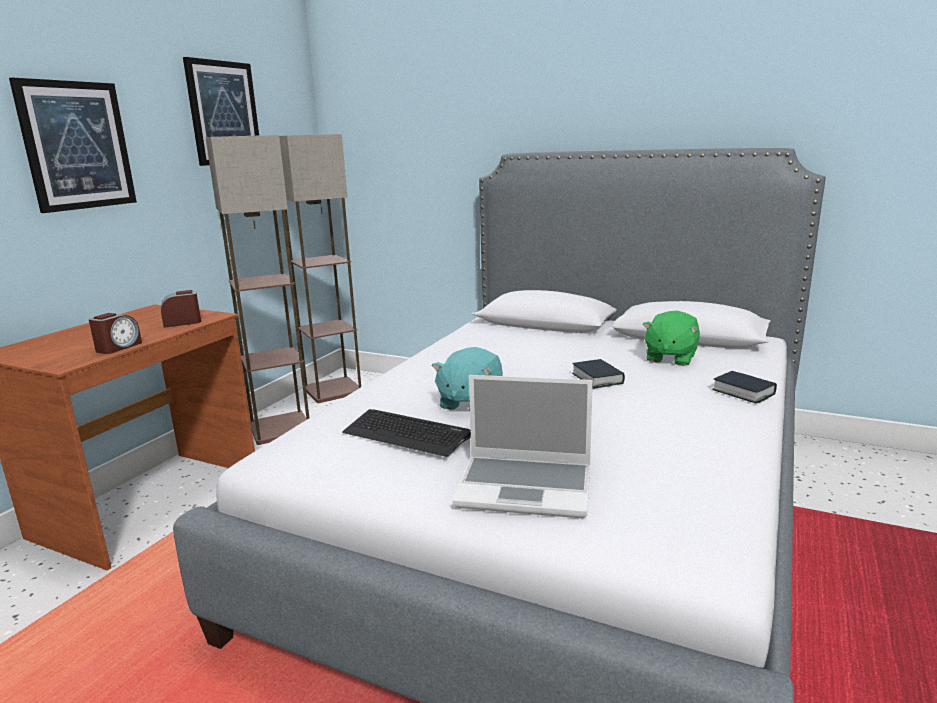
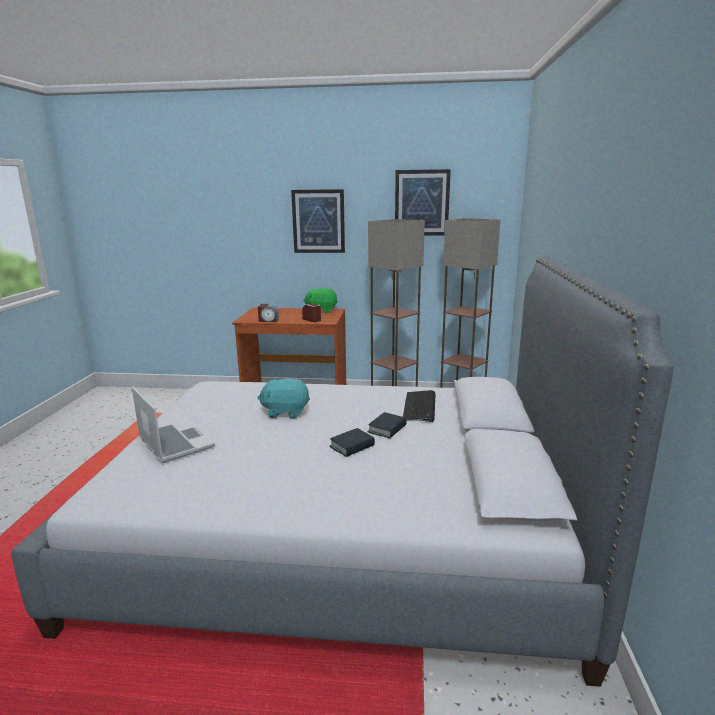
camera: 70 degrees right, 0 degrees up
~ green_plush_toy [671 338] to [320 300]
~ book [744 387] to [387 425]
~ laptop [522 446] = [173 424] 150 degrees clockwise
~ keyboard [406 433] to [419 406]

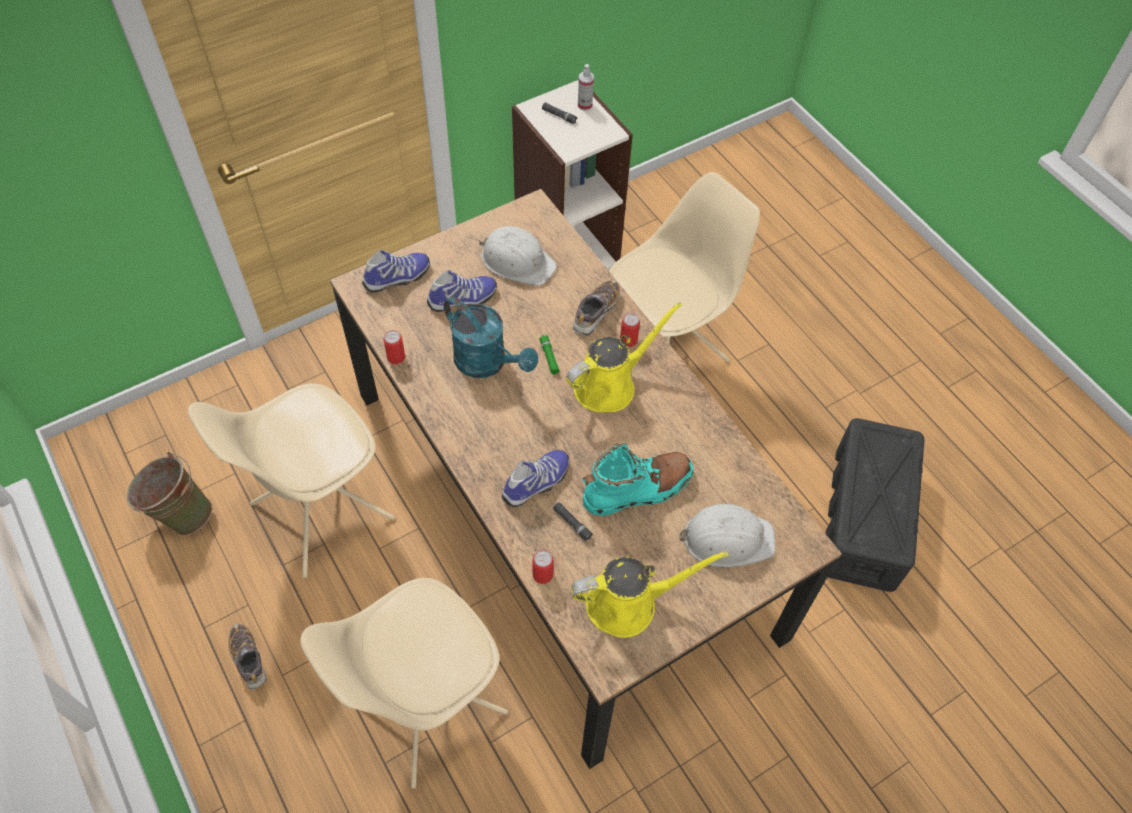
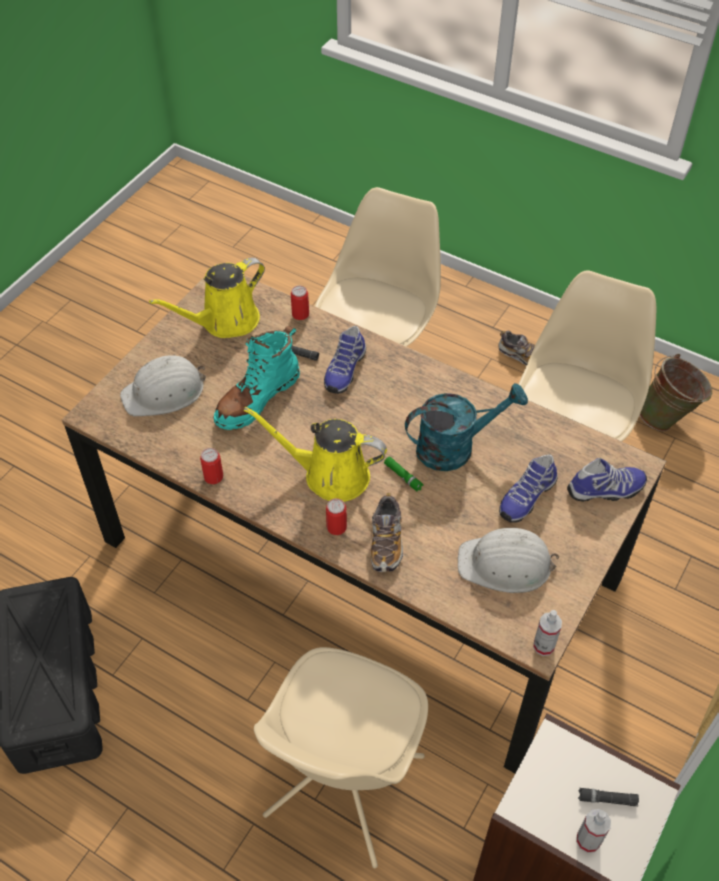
camera: 155 degrees right, 5 degrees down
~ shoe [396 271] = [607 479] 135 degrees counterclockwise
~ turquoise_watering_can [491 337] = [466 427] 150 degrees clockwise
~ yellow_watering_can [624 357] = [315 454] 75 degrees clockwise
~ can [394 347] to [211 466]
+ spray_bottle [547 633]

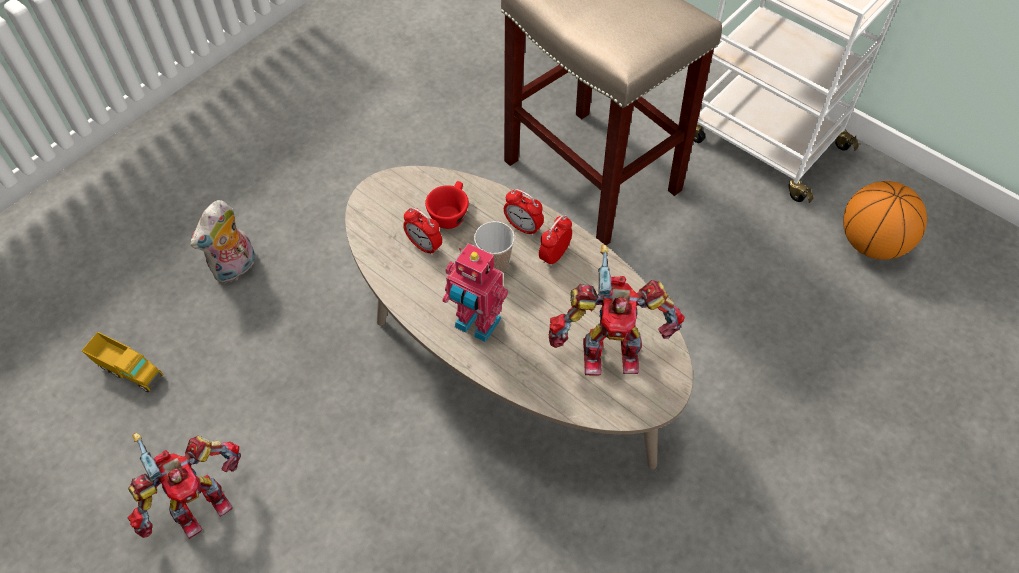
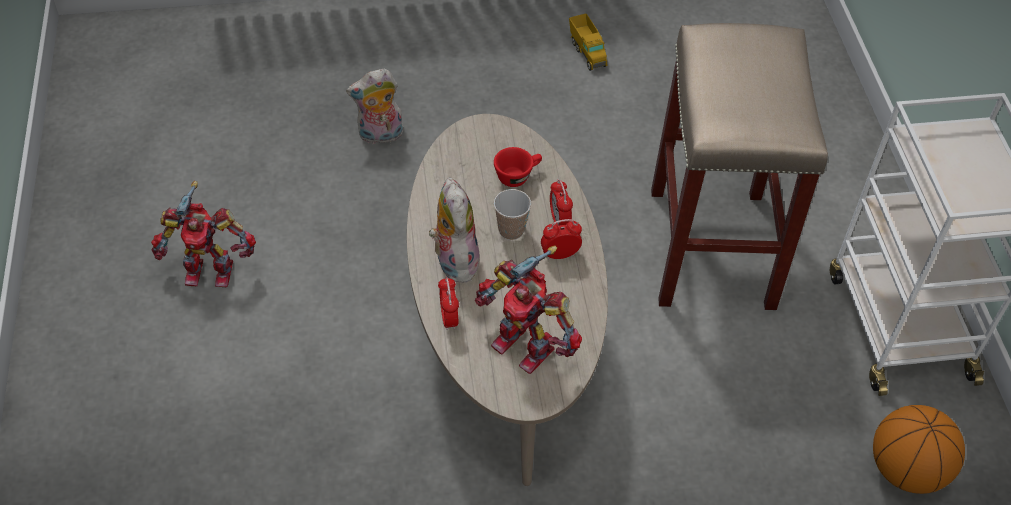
camera: 40 degrees right, 5 degrees down
~ alarm_clock [422 232] to [448 303]
~ toy_robot [475 292] to plush_toy [454 230]
~ toy_truck [122 362] to [588 42]

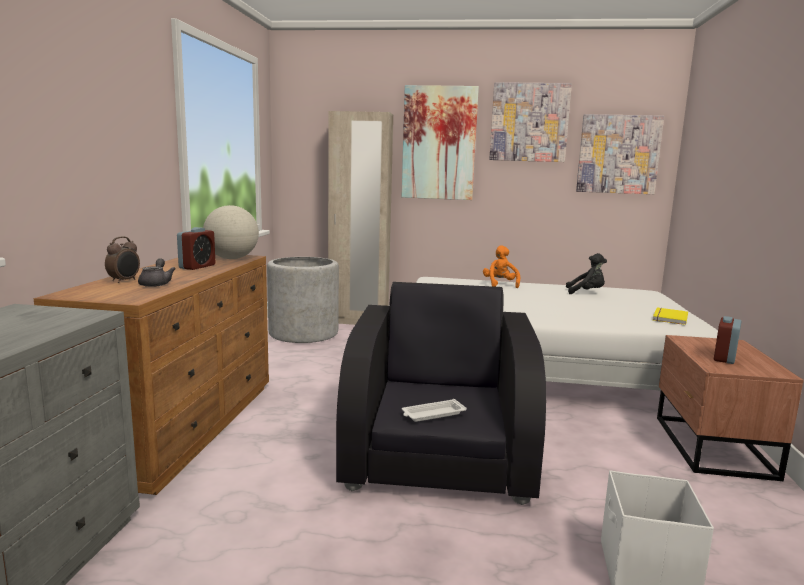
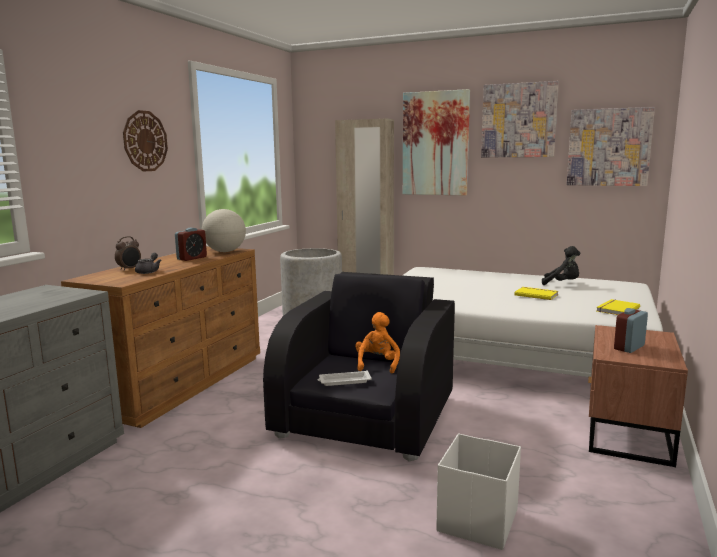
camera: 15 degrees right, 0 degrees up
~ orange_plush_toy [501 266] to [377 342]
+ wall_clock [145 141]
+ yellow_book [536 293]

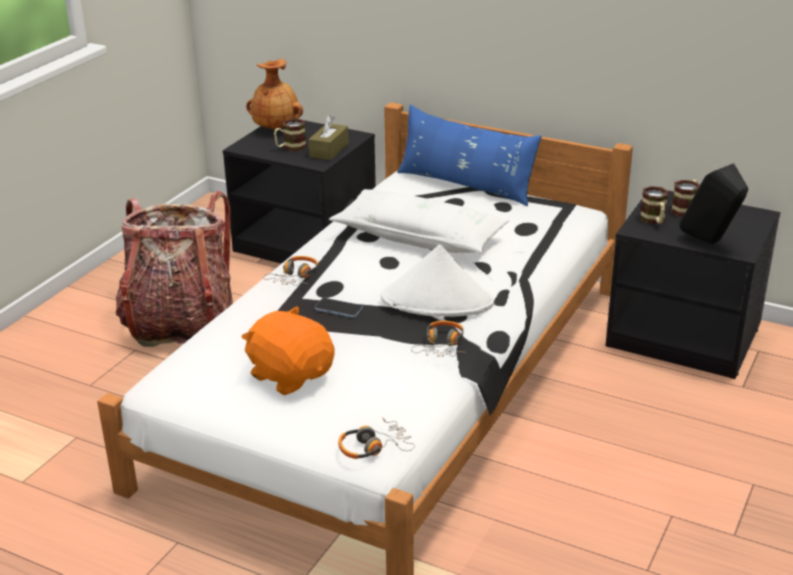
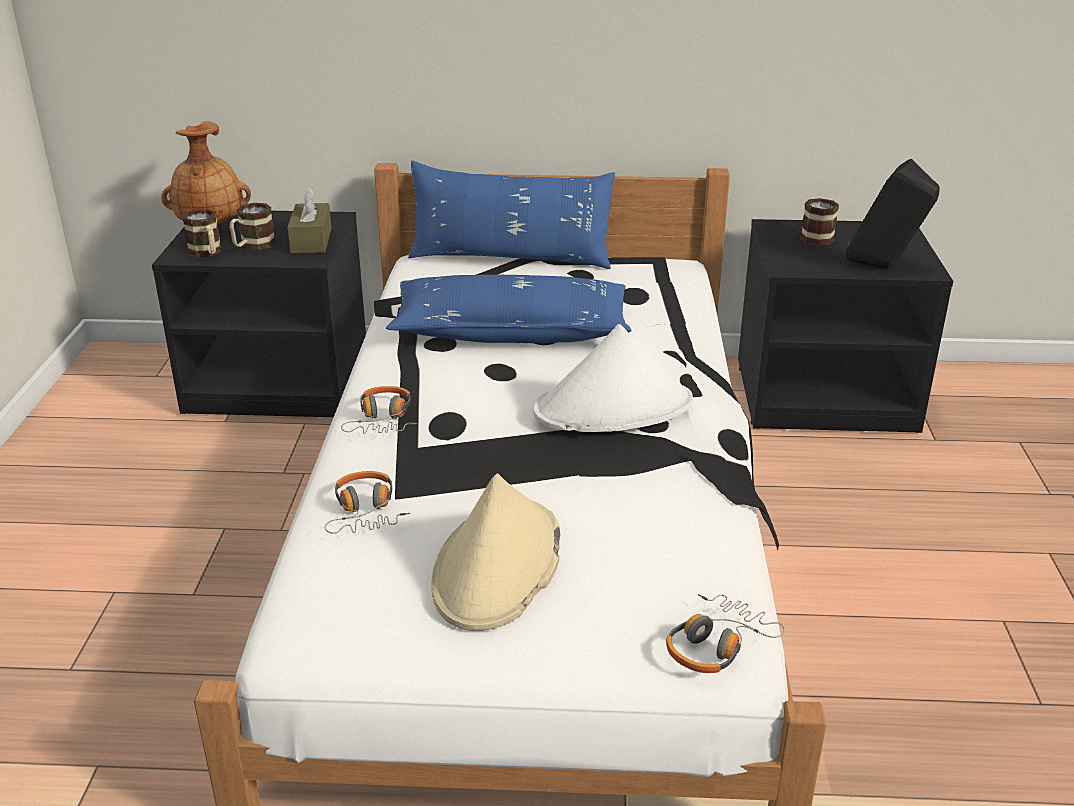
camera: 25 degrees left, 0 degrees up
~ mug [654 205] to [202 233]
~ white_pillow [419 221] to blue_pillow [509 309]
- backpack [174 269]
- phone [339 307]
~ orange_plush_toy [287 350] to beige_hat [495 552]
~ headphones [438 339] to [367 502]

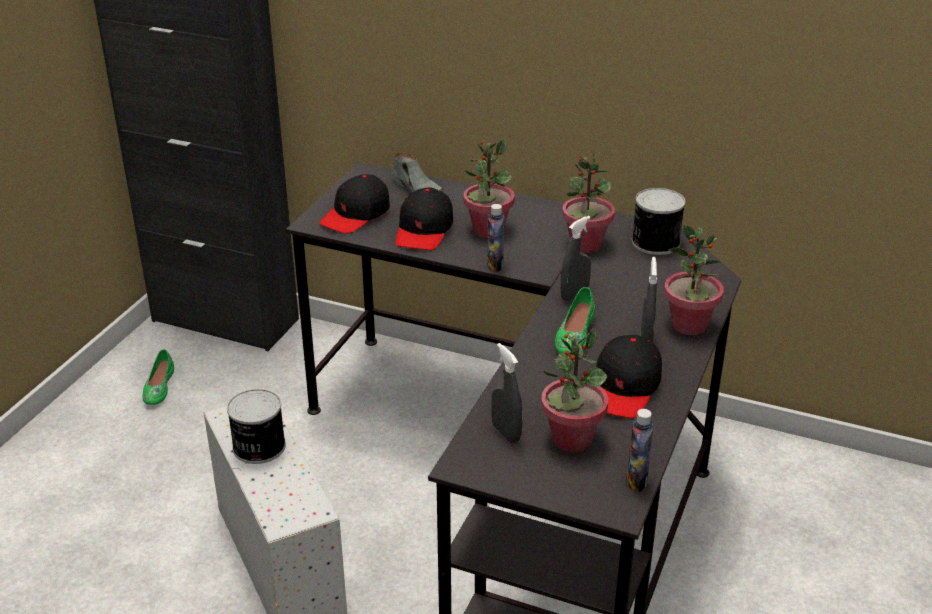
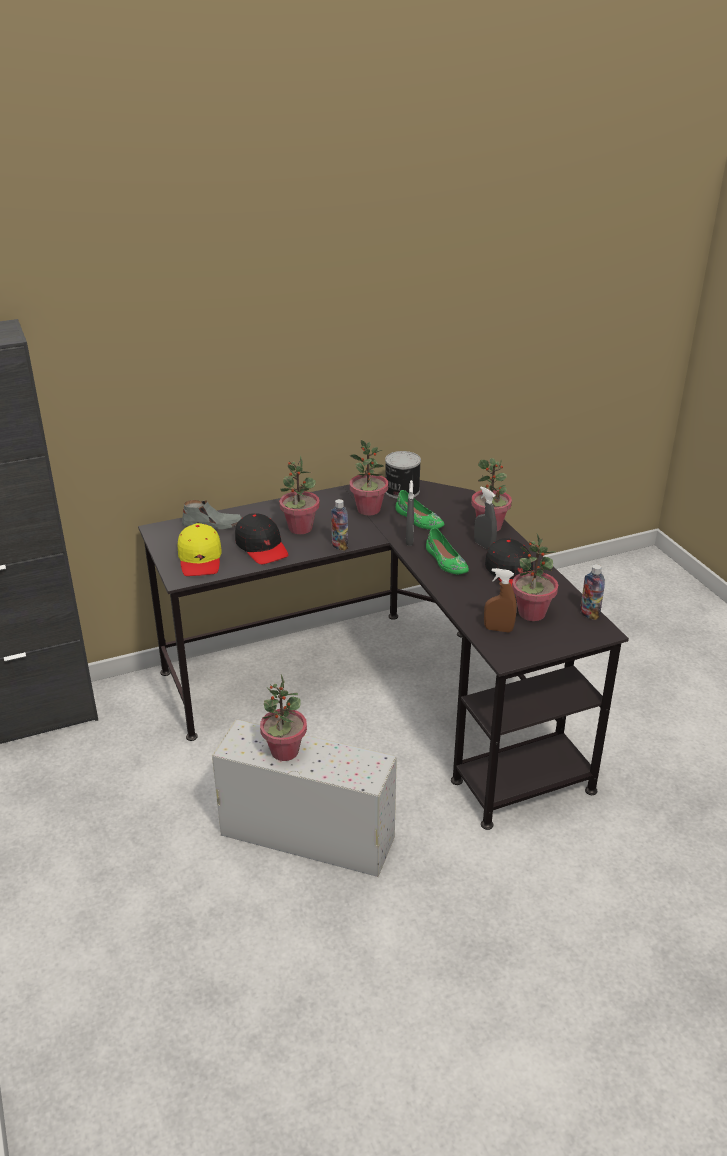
camera: 45 degrees left, 0 degrees up
~ black_cap [355 204] to yellow_cap [200 549]
~ grey_spray_bottle [506 393] to brown_spray_bottle [500 600]
~ green_shoe [158 377] to [420 509]
~ can [256 426] to potted_plant [283 718]

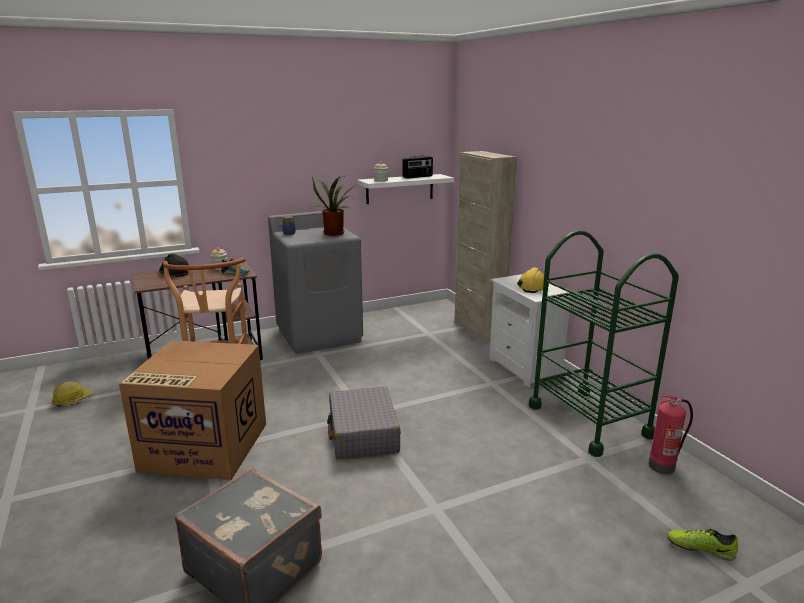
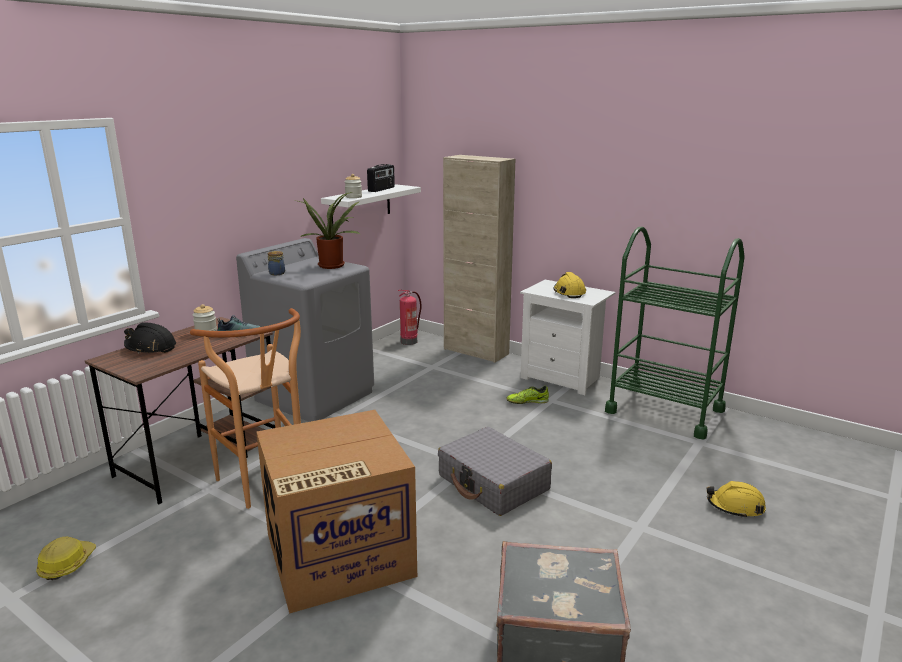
camera: 30 degrees left, 0 degrees up
~ fire_extinguisher [670 434] to [410 317]
~ shoe [702 544] to [527 394]
+ yellow_hard_hat [736 499]

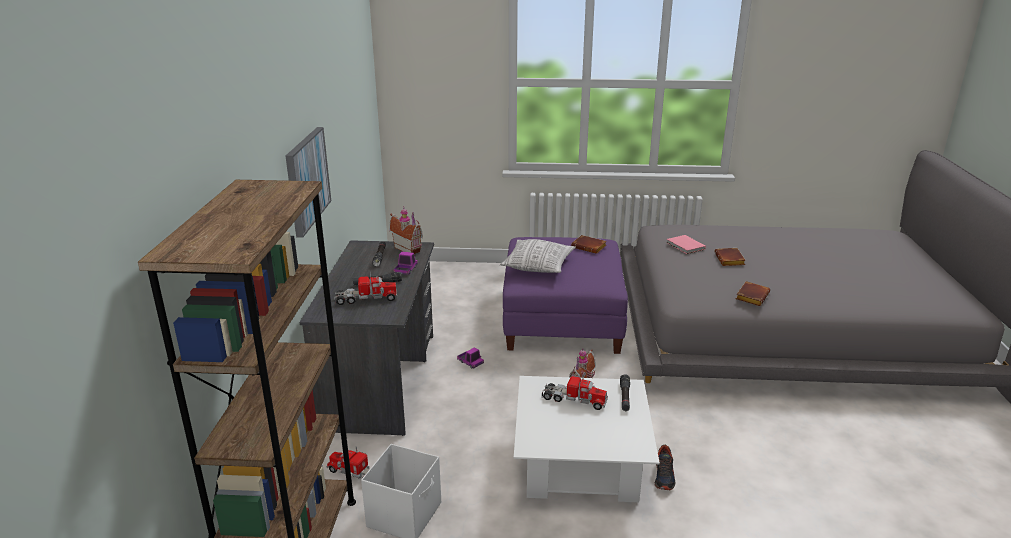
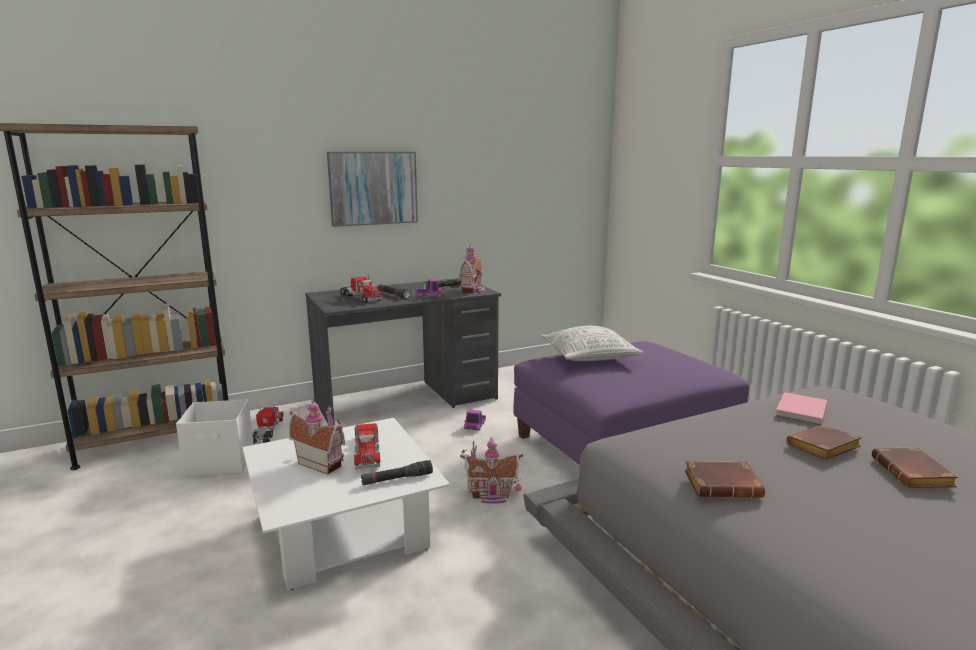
camera: 60 degrees right, 10 degrees down
~ brown_book [589 244] to [915 467]
- shoe [665 467]
+ toy_house [317 437]

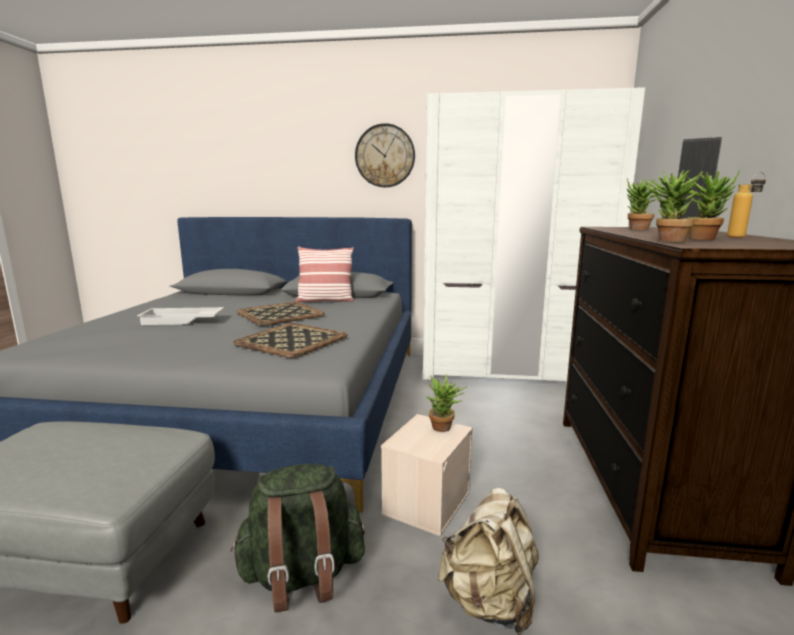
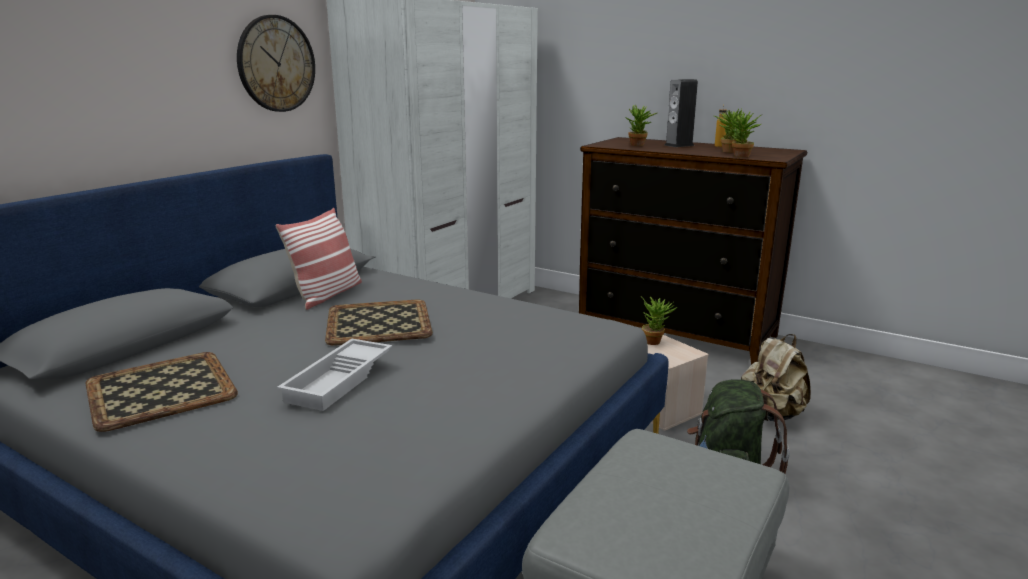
camera: 65 degrees left, 5 degrees up
~ tray [290 340] to [161 392]

